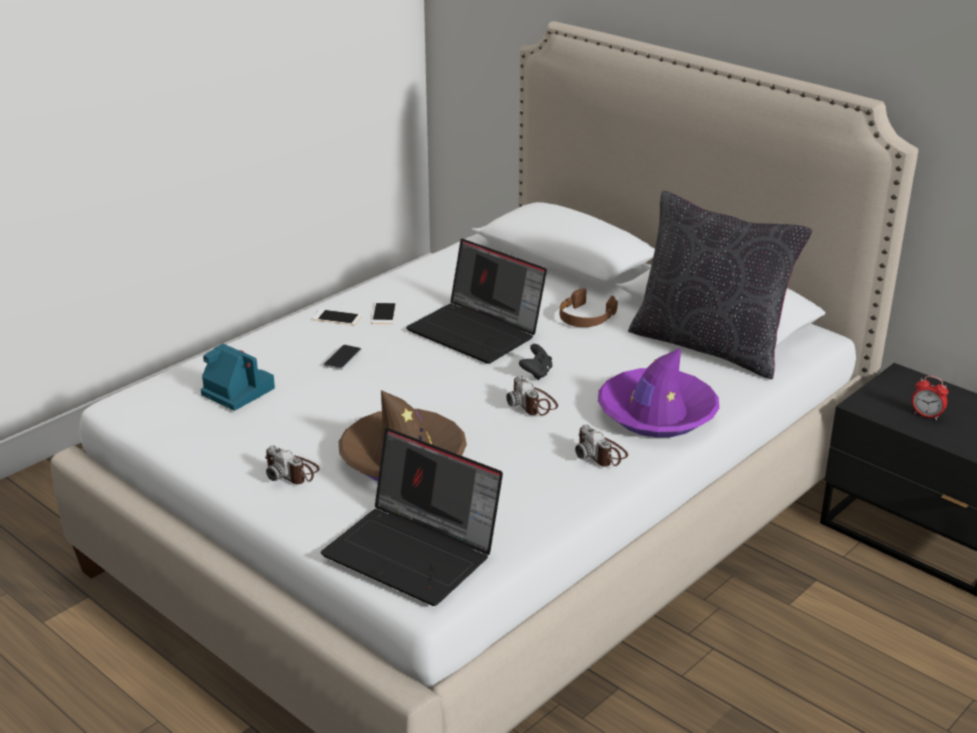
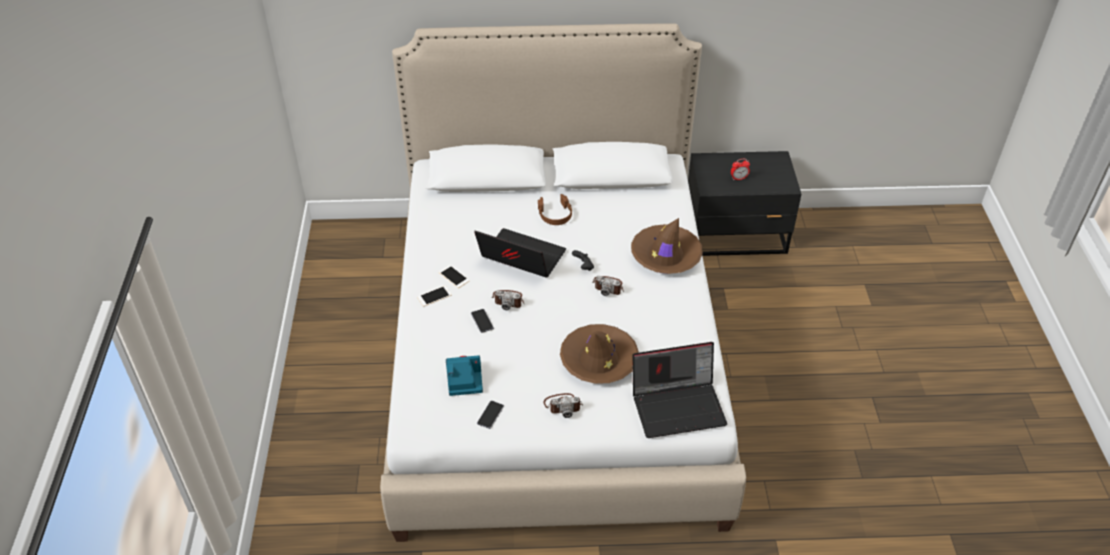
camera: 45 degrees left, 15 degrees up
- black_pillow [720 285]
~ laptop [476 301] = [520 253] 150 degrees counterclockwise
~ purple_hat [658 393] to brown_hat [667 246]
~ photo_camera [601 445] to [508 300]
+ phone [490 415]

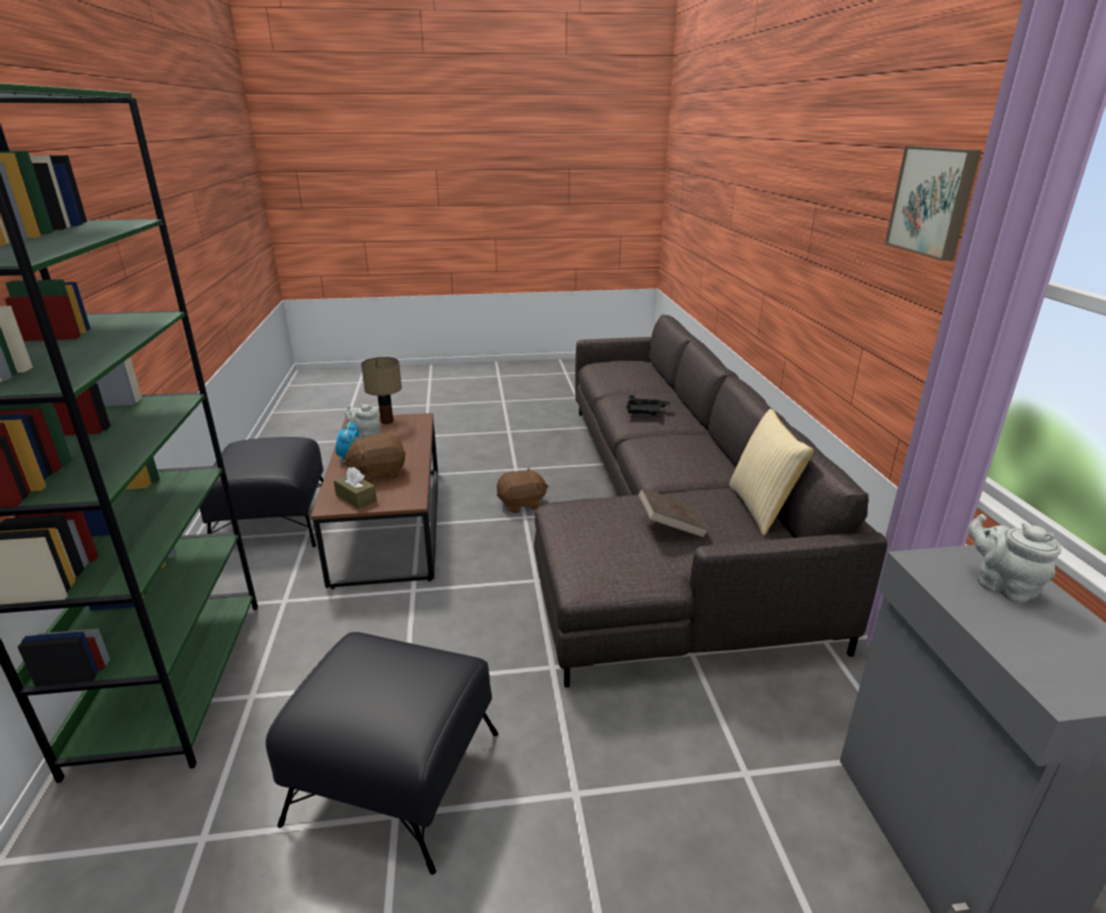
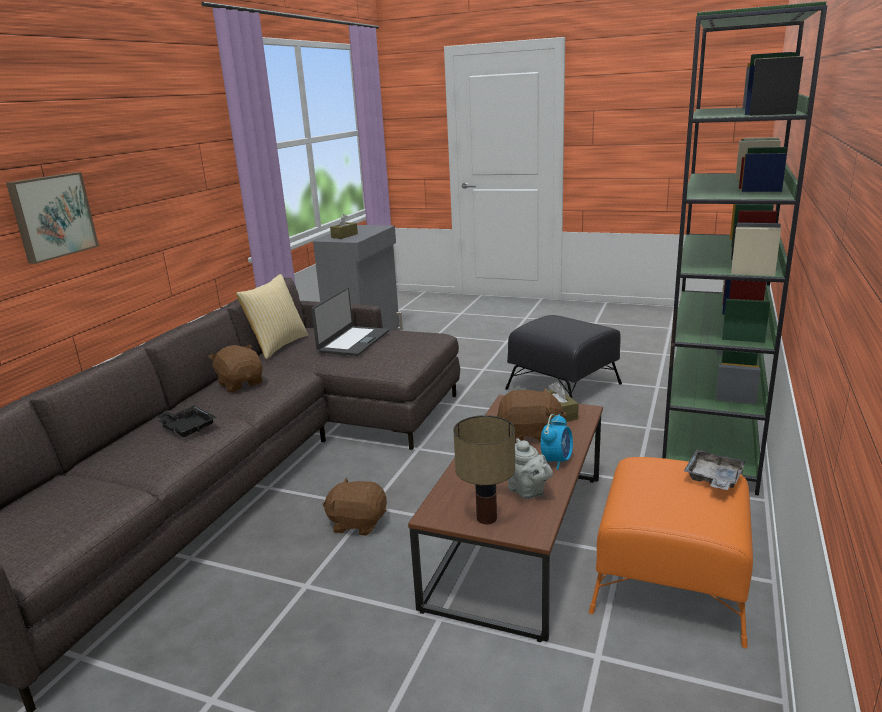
camera: 150 degrees left, 5 degrees down
~ picture [933 203] to [52 218]
~ black_ottoman [261 492] to orange_ottoman [671 552]
~ brown_book [673 513] to laptop [350 321]
~ grey_teapot [1015 558] to brown_tissue_box [344 226]
+ brown_plush_toy [235 368]
+ grey_tray [715 469]

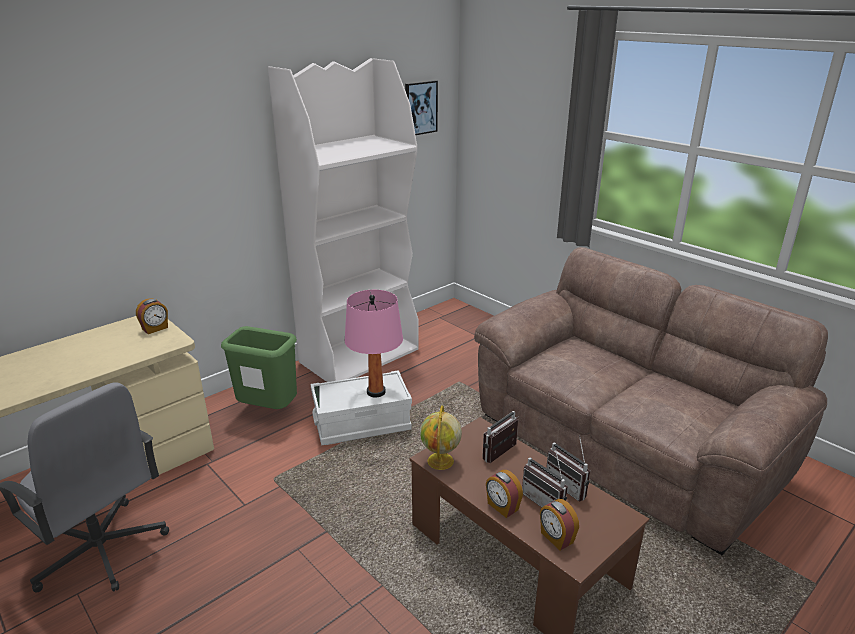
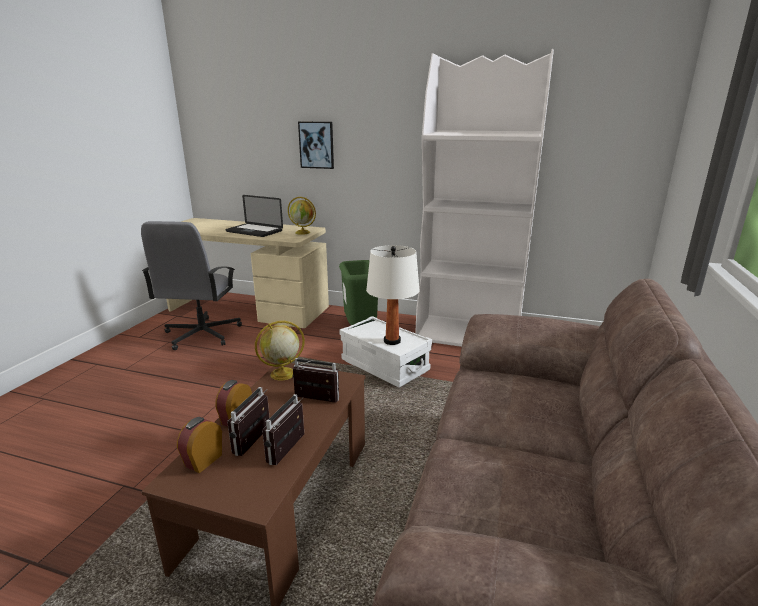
camera: 60 degrees right, 5 degrees down
~ picture [421 107] to [316 145]
~ pink_table_lamp [374 344] to white_table_lamp [393 295]
~ alarm_clock [152 316] to globe [302 216]
+ laptop [254 216]

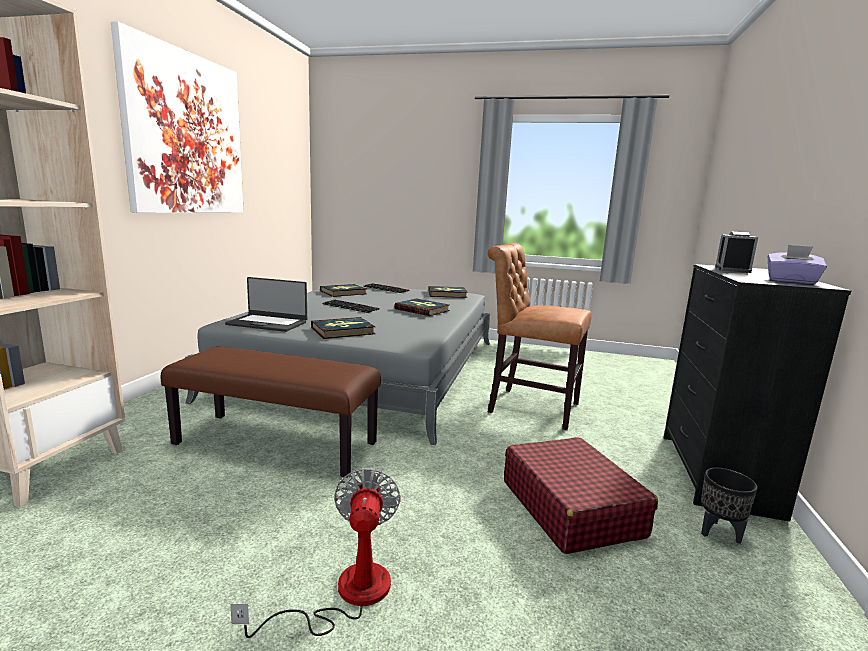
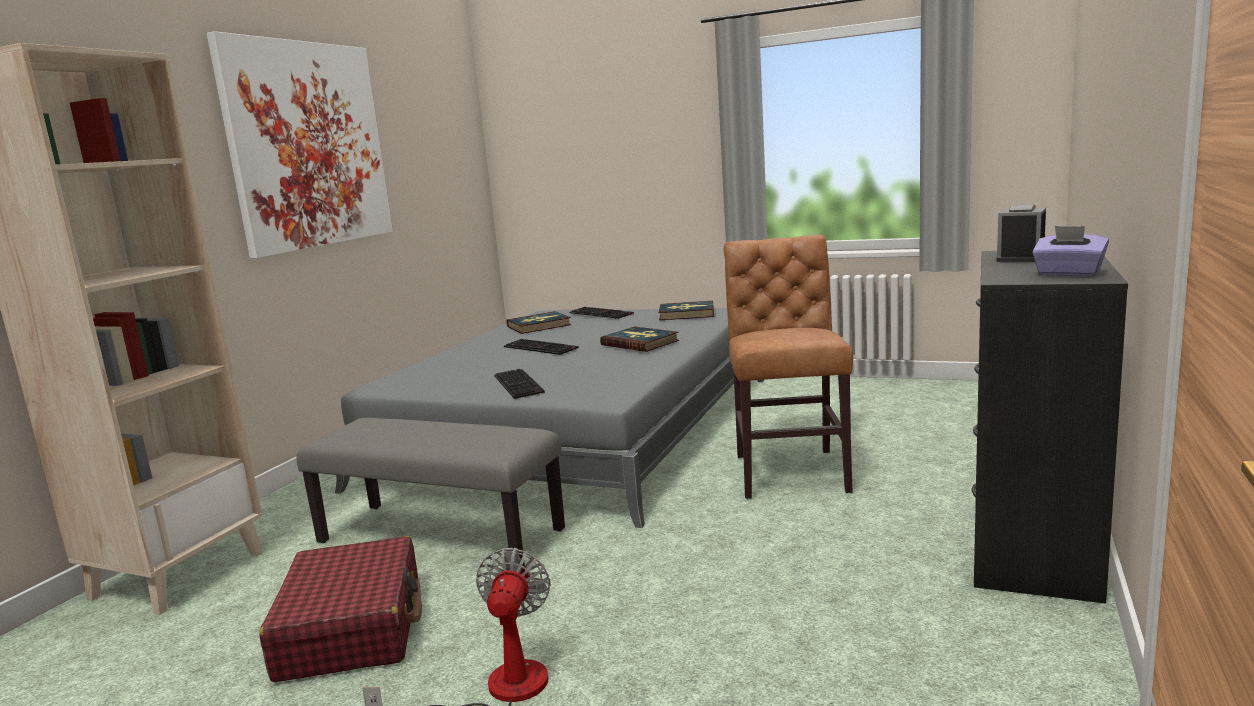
camera: 10 degrees right, 0 degrees up
~ brown_chair [540 336] = [788 367] 60 degrees clockwise
- laptop [266 304]
~ book [343 328] to keyboard [519 384]
~ brown_bench [271 412] to grey_bench [431 491]
~ red_suitcase [581 495] to [340 609]
- black_planter [729 506]

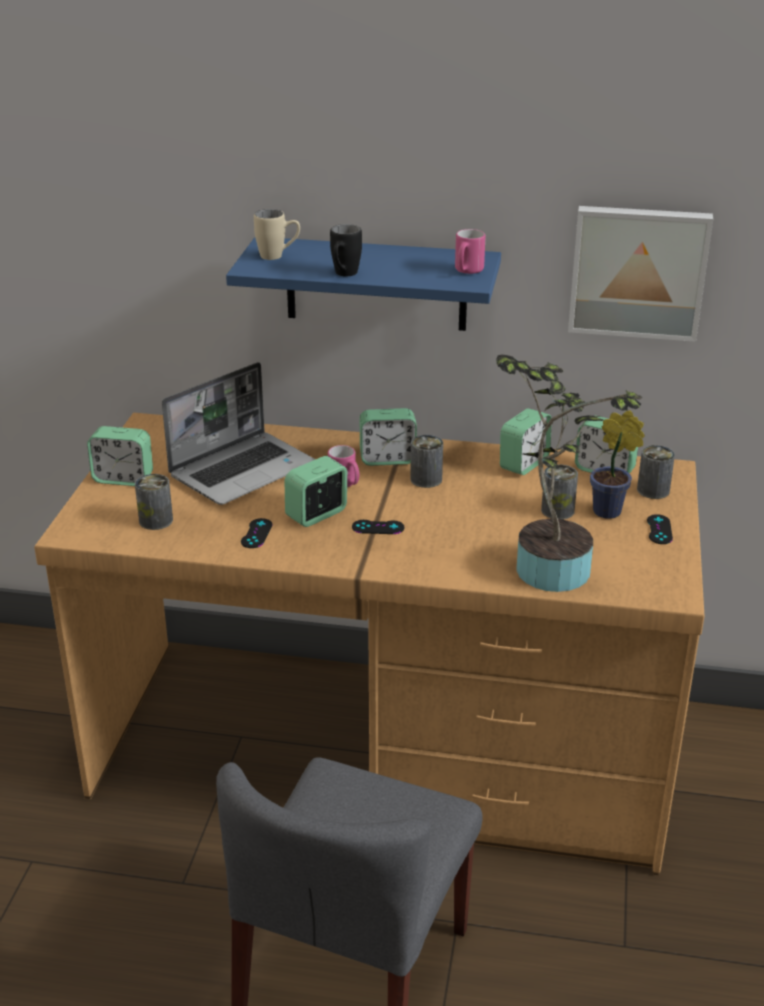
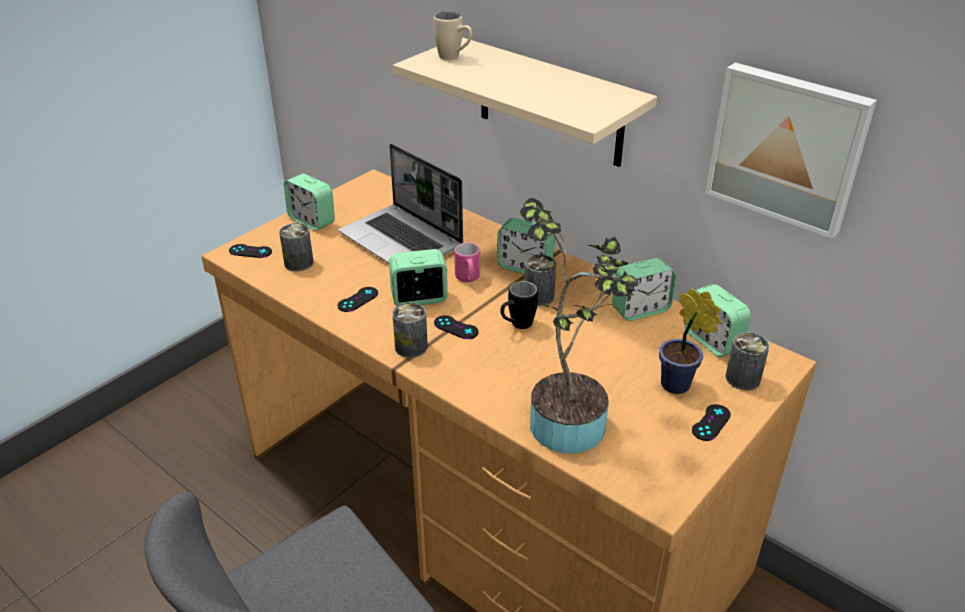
camera: 30 degrees right, 5 degrees up
~ black_mug [346 250] to [519 305]
- pink_mug [470 251]
~ blue_shelf [363 284] to beige_shelf [525 102]
~ laptop [238 433] = [400 203] 60 degrees clockwise
~ can [559 492] to [410 330]
+ black_game_controller [250 251]

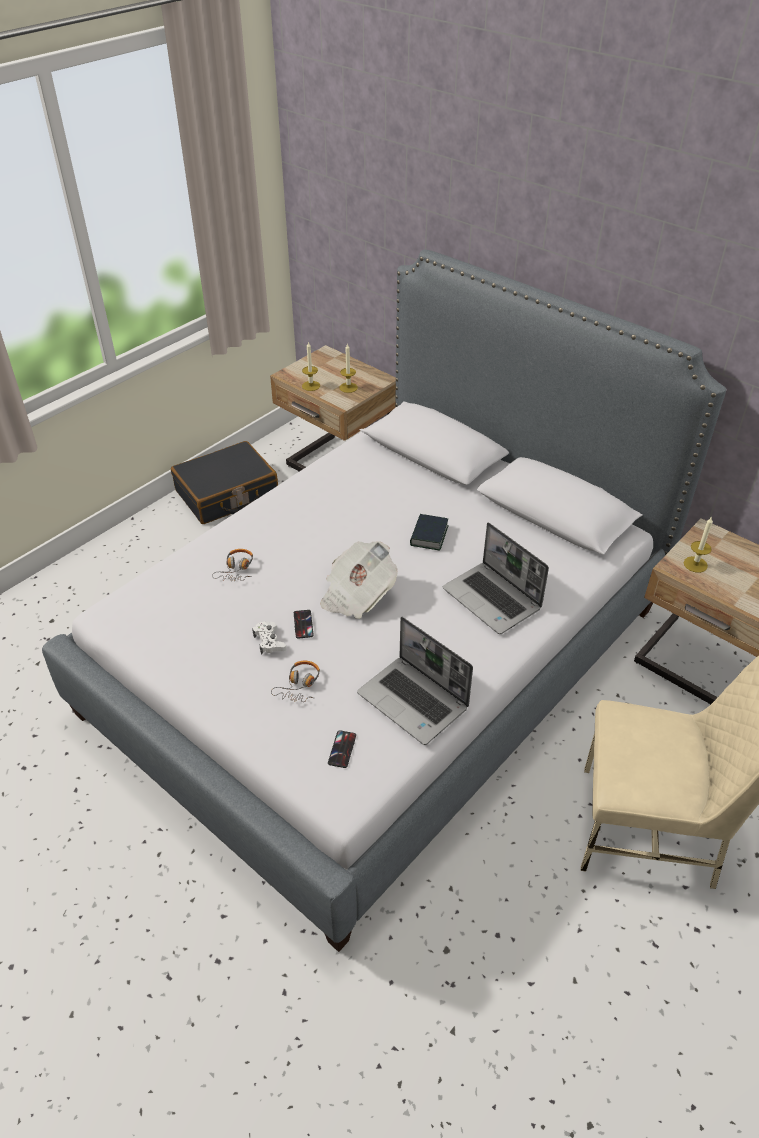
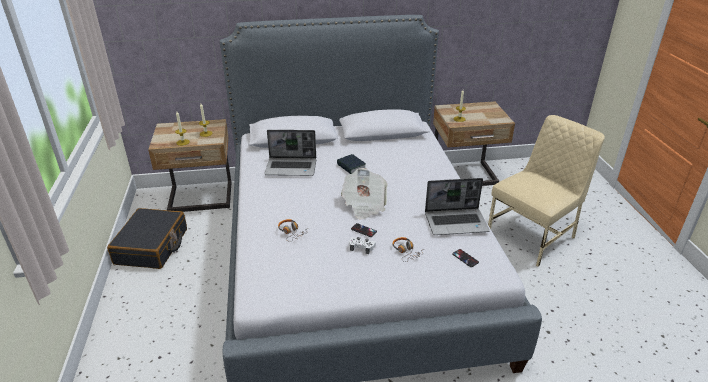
camera: 50 degrees left, 10 degrees down
~ laptop [496 578] to [290 153]

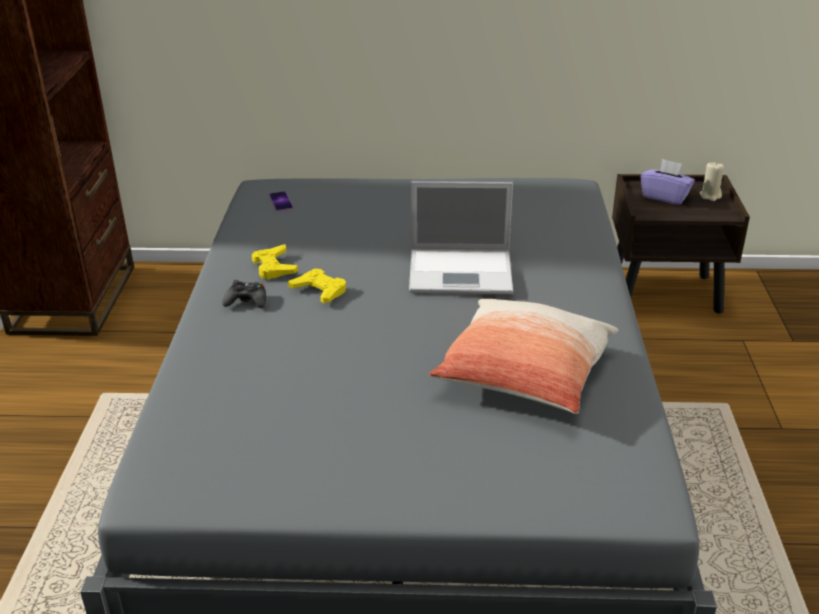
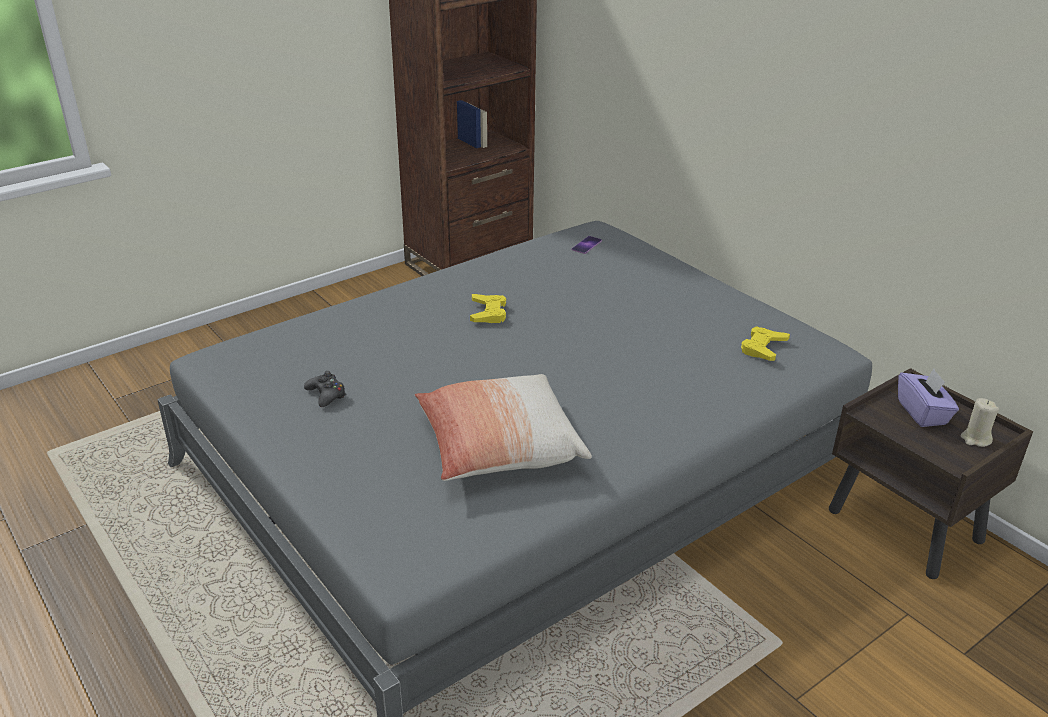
camera: 50 degrees right, 0 degrees up
- laptop [461 237]
~ yellow_game_controller [275 261] to [765 343]
~ black_game_controller [244 294] to [325 389]

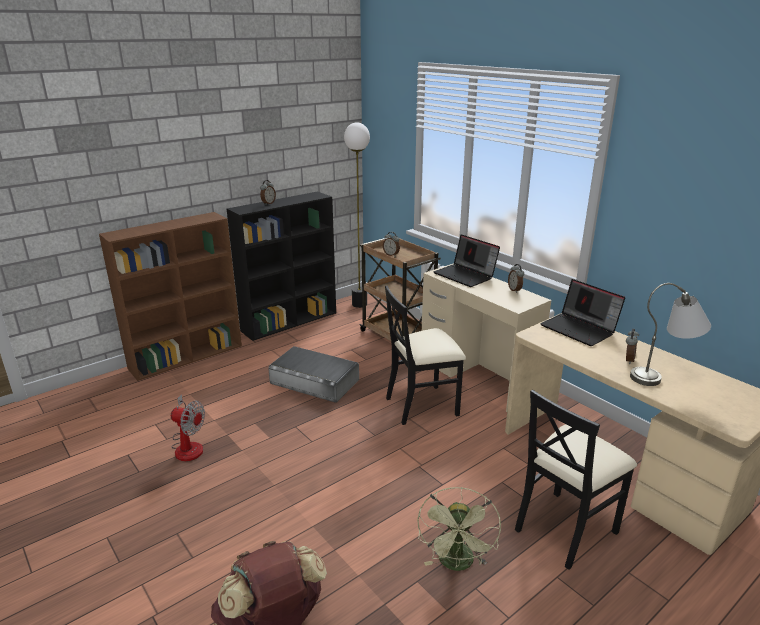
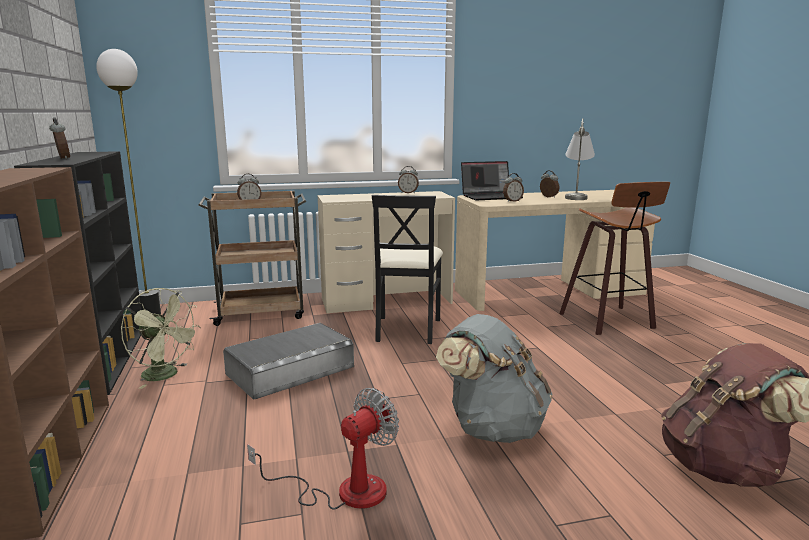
camera: 65 degrees left, 10 degrees down
- laptop [467 260]
~ black_chair [576 480] to stool [614 258]
~ green_fan [459 529] to [160 338]
+ alarm_clock [513 187]
+ grey_backpack [494 378]

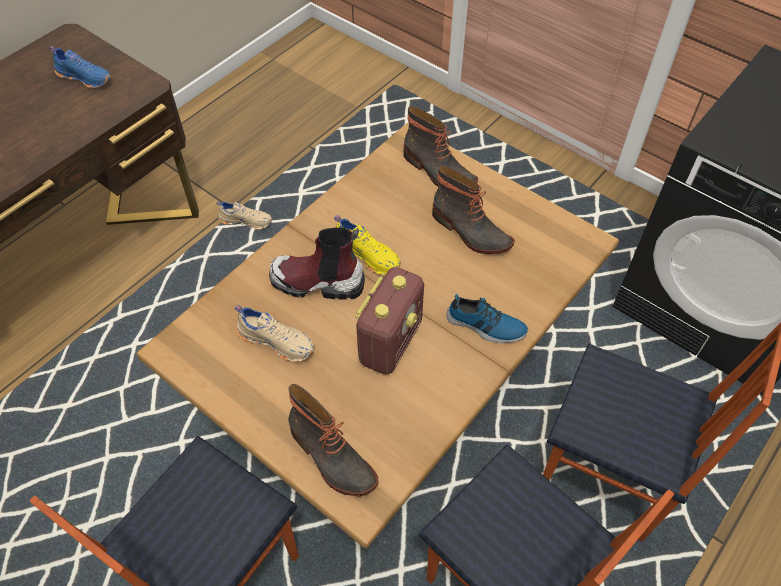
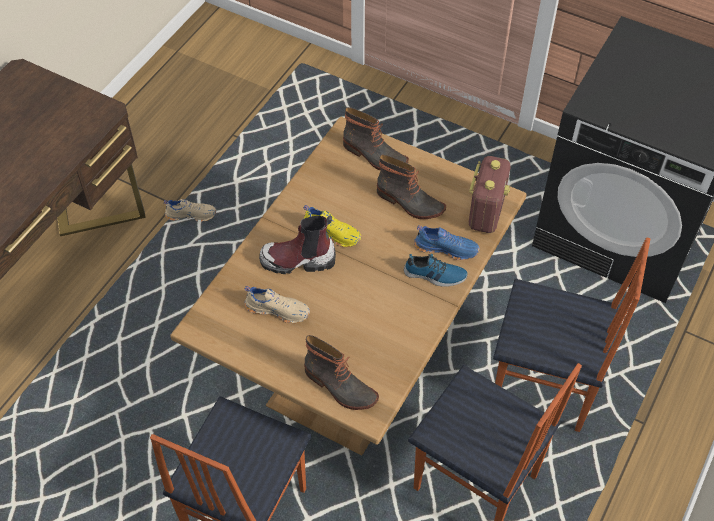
camera: 10 degrees left, 0 degrees up
~ blue_shoe [80 67] to [447 242]
~ radio [389 321] to [490 194]

